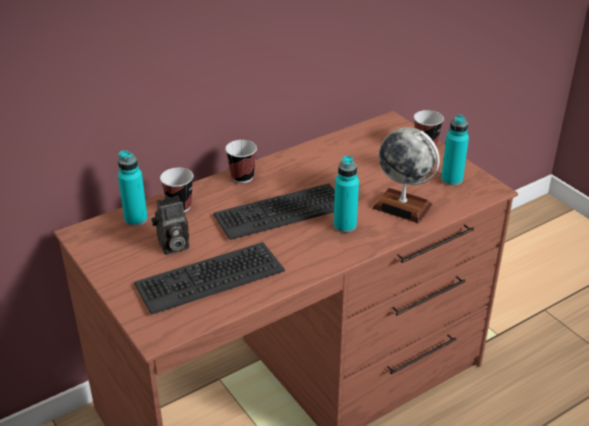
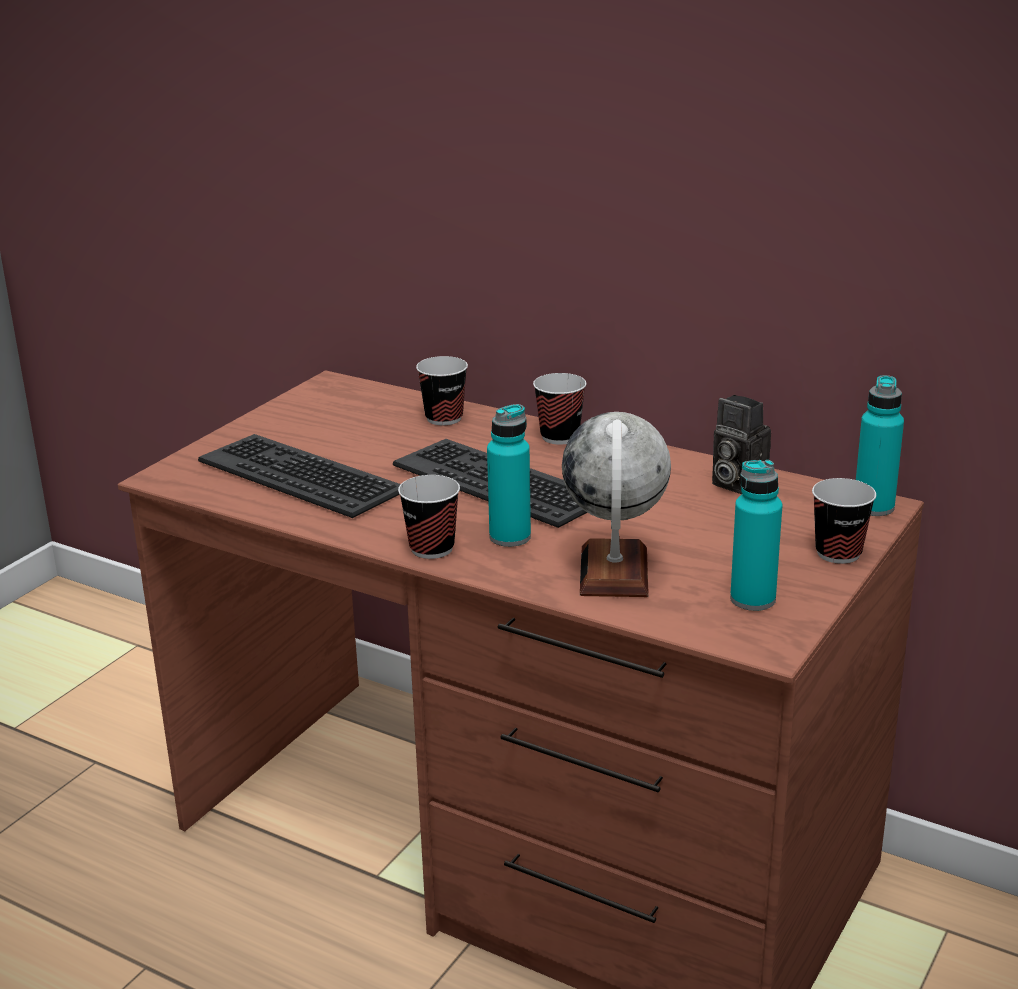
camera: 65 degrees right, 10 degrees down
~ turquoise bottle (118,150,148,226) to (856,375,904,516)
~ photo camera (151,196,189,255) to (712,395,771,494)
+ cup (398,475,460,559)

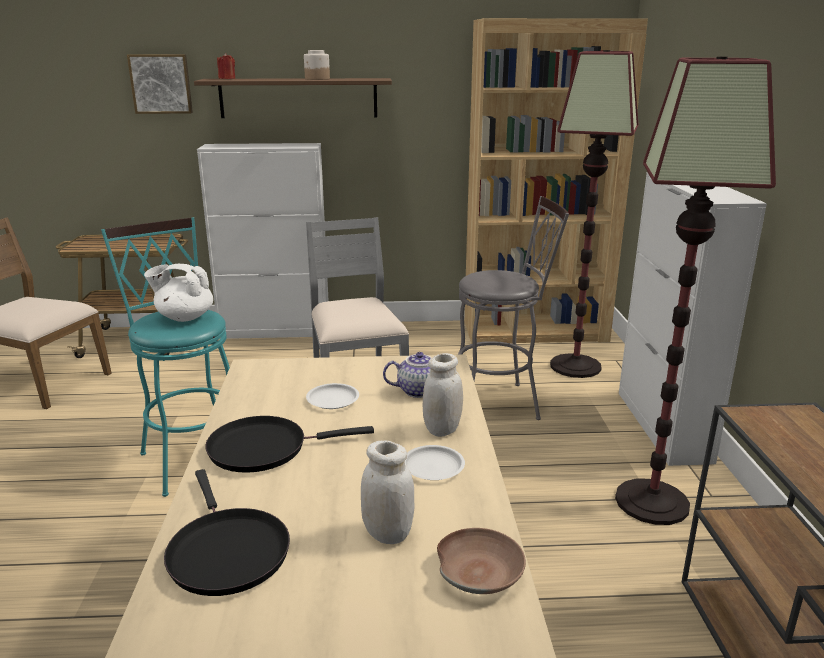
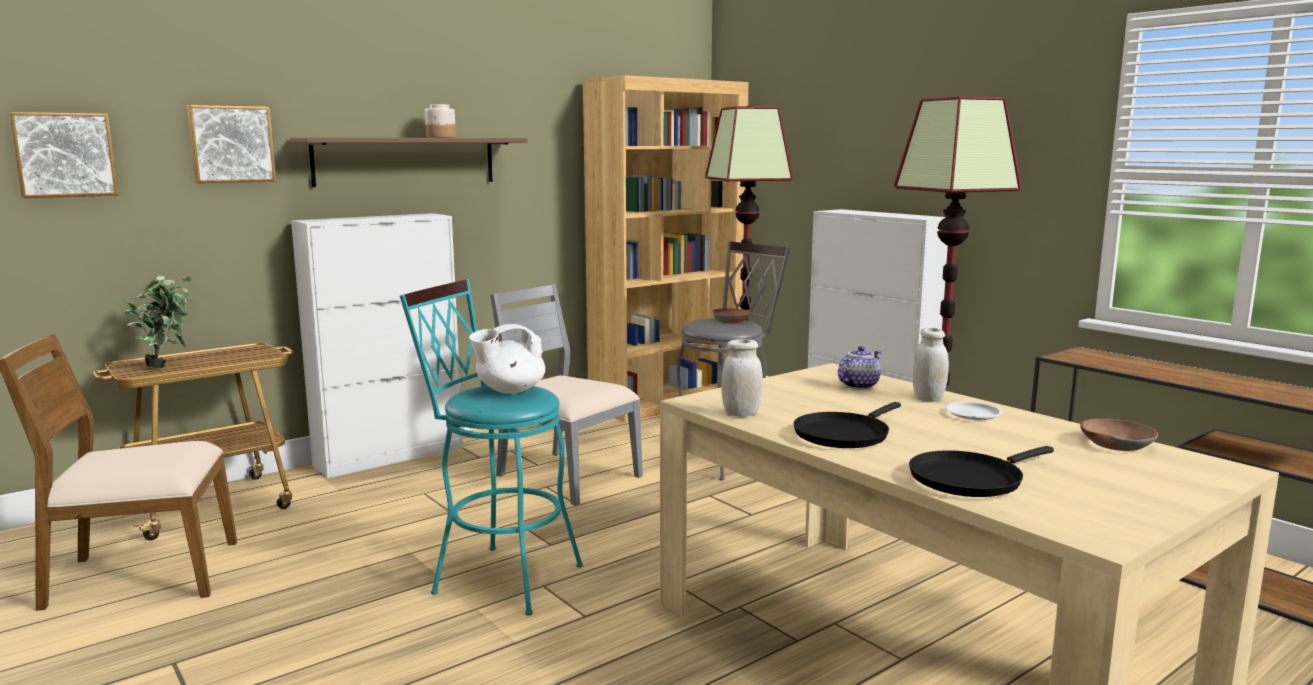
camera: 35 degrees left, 10 degrees down
~ black frying pan (164,469,290,596) = (909,446,1054,497) 120 degrees clockwise
- red candle (217,53,235,79)
- white plate (306,383,359,409)
~ white jar (361,440,414,544) to (721,339,763,417)
+ picture (9,112,118,198)
+ potted plant (124,276,192,368)
+ brown bowl (713,308,751,323)

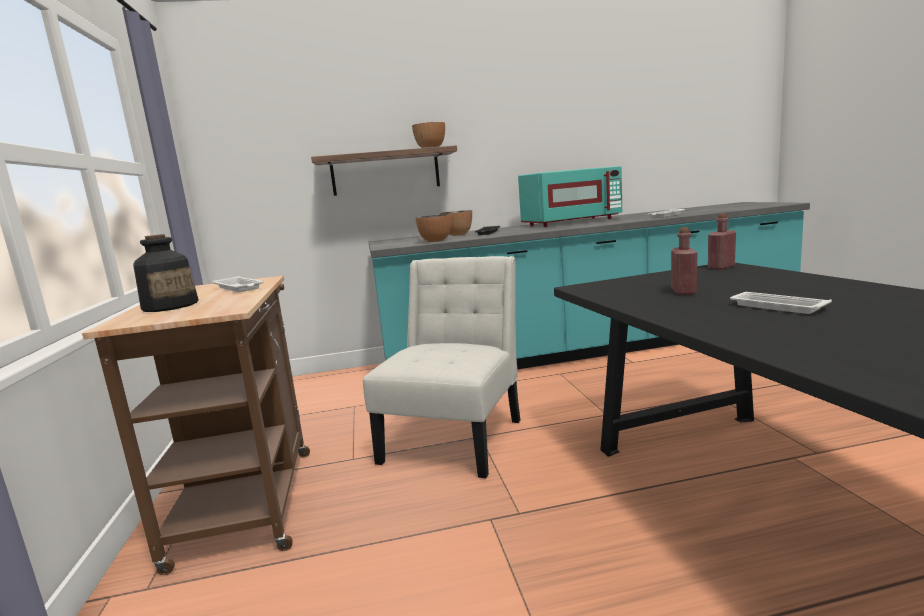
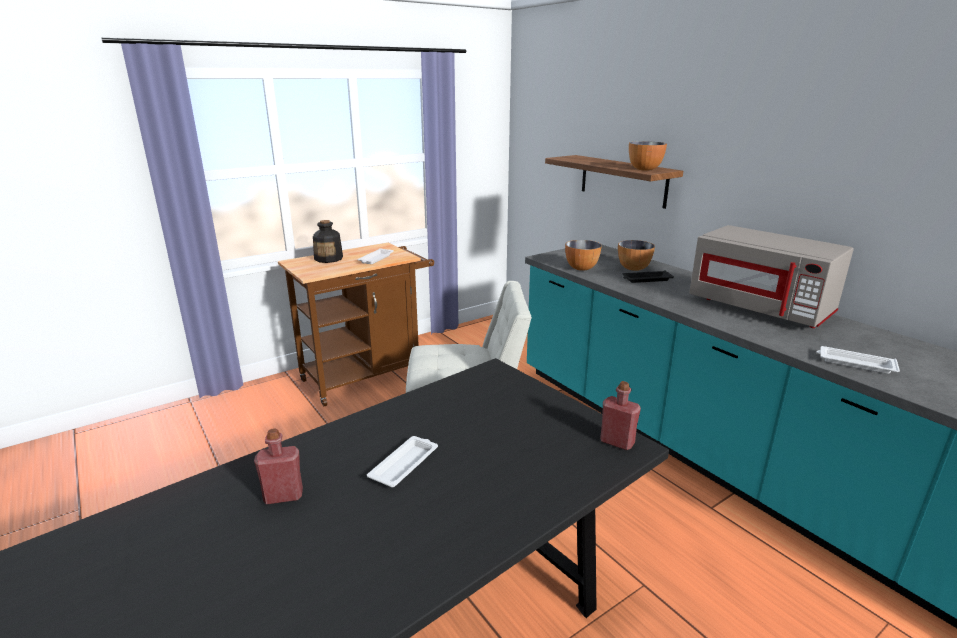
camera: 65 degrees right, 10 degrees up
~ turquoise microwave (518,166,622,227) to grey microwave (689,225,854,328)
~ red bottle (671,227,697,295) to (254,428,303,504)

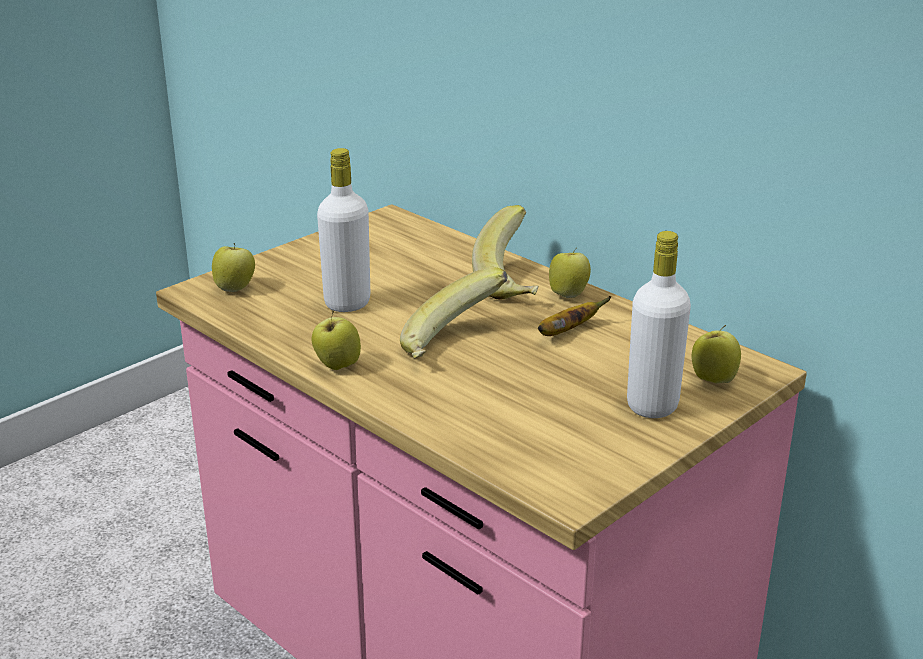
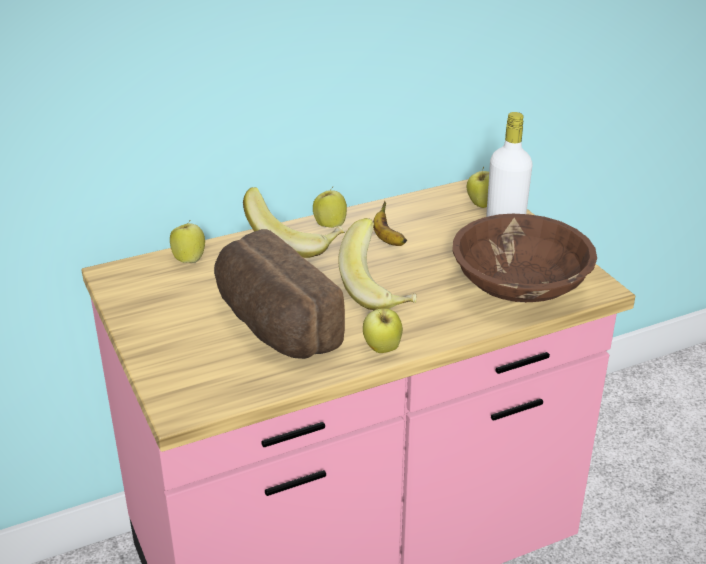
camera: 70 degrees left, 5 degrees up
~ apple (212,243,255,292) to (170,220,205,263)
~ white bottle (317,148,370,312) to bread (214,229,345,359)
+ brown bowl (452,214,597,303)

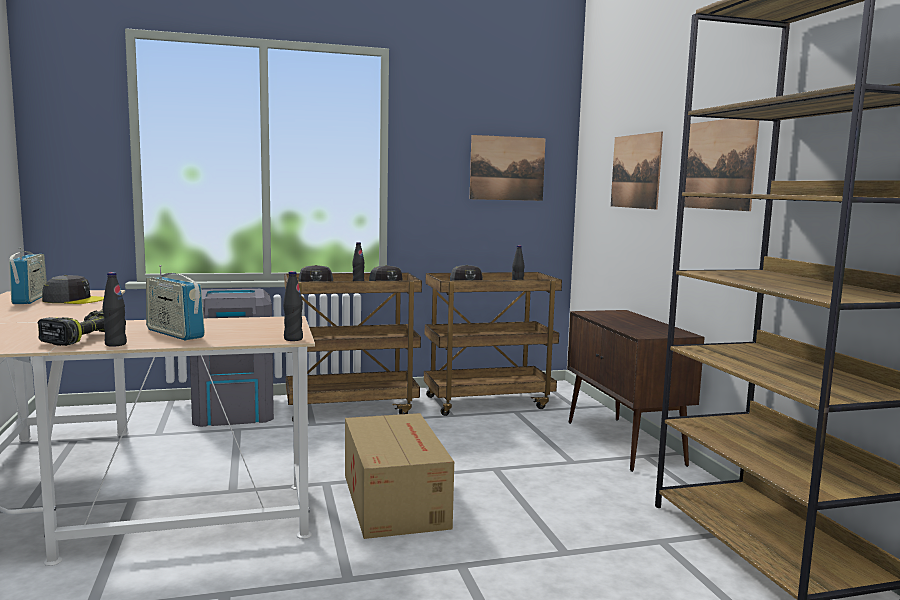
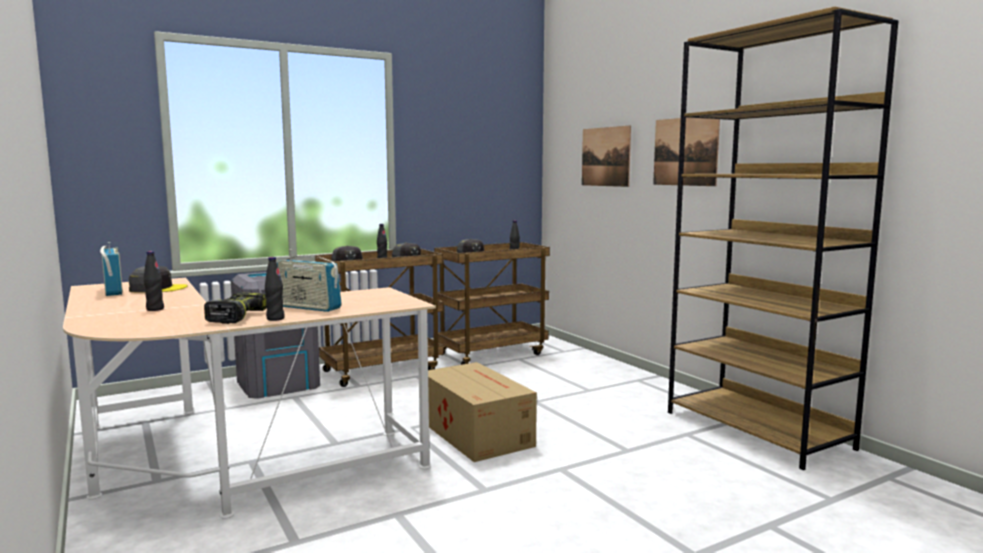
camera: 15 degrees left, 0 degrees up
~ black bottle (283,271,303,341) to (144,251,164,311)
- picture (470,135,546,201)
- brown cabinet (567,310,705,472)

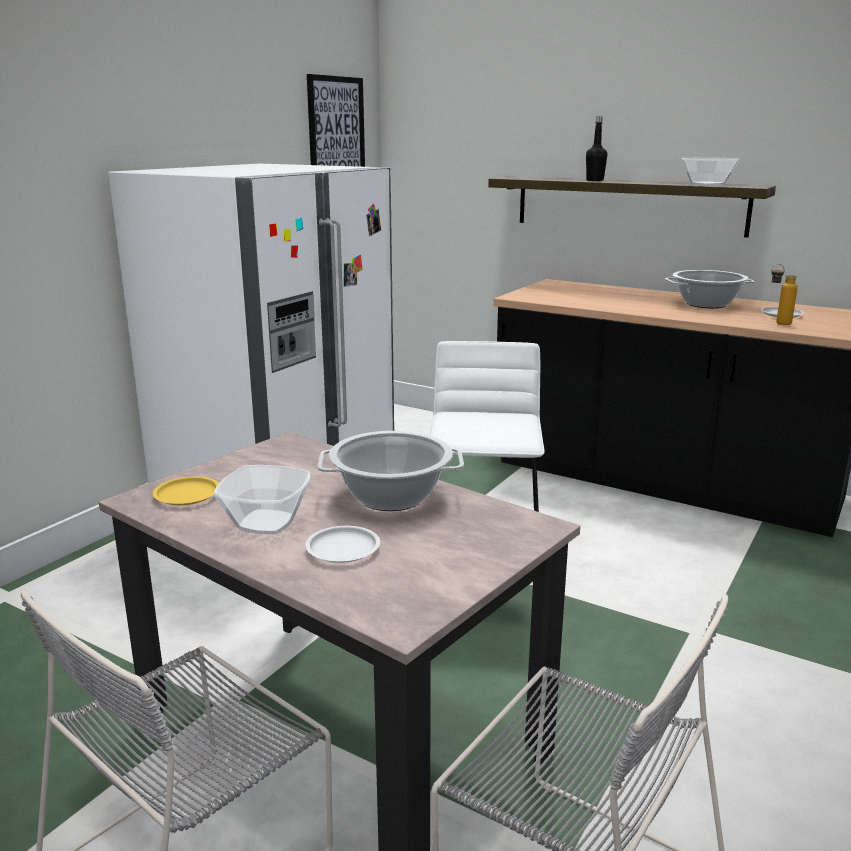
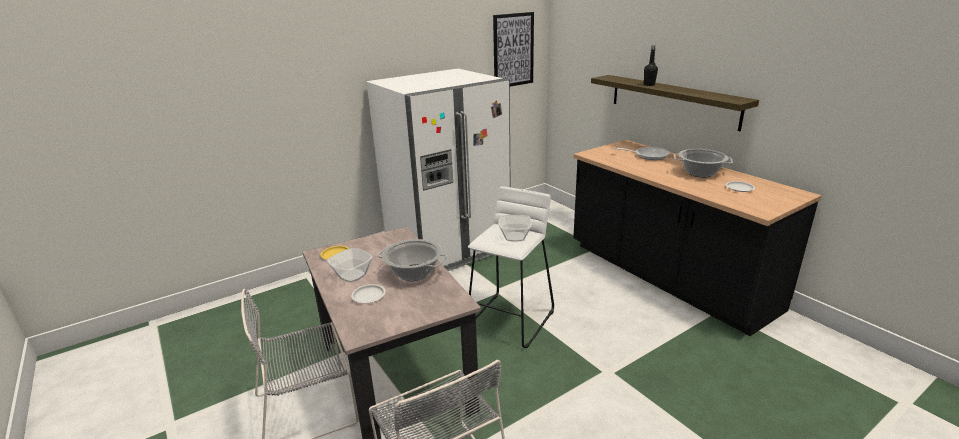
camera: 25 degrees right, 5 degrees up
~ bowl (682,157,740,185) to (498,215,532,242)
- bottle (771,264,798,325)
+ frying pan (613,147,670,160)

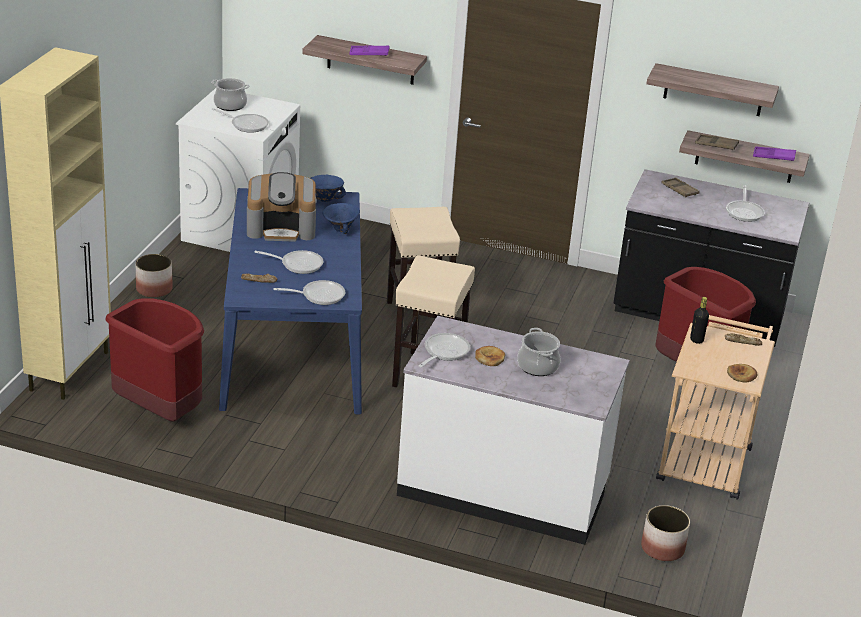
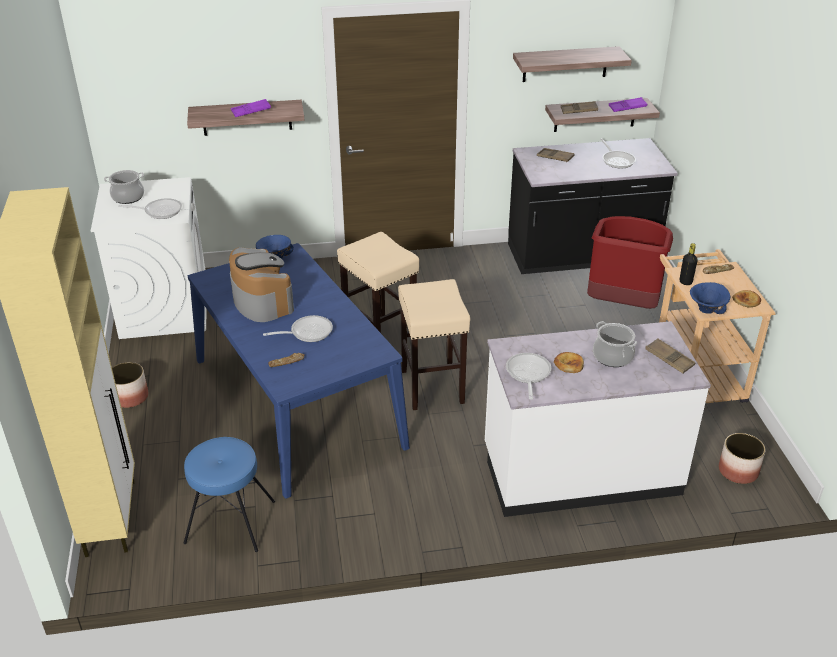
camera: 25 degrees left, 5 degrees up
~ red trash can (105,298,204,421) to blue stool (183,437,275,552)
~ coffee machine (247,172,316,242) = (229,247,294,322) 90 degrees counterclockwise
- frying pan (273,280,345,305)
~ blue bowl (322,203,360,234) to (690,282,730,314)
+ brown tray (645,338,695,373)

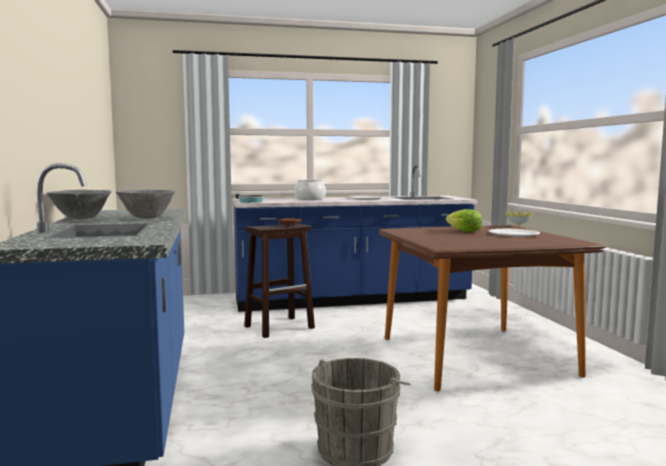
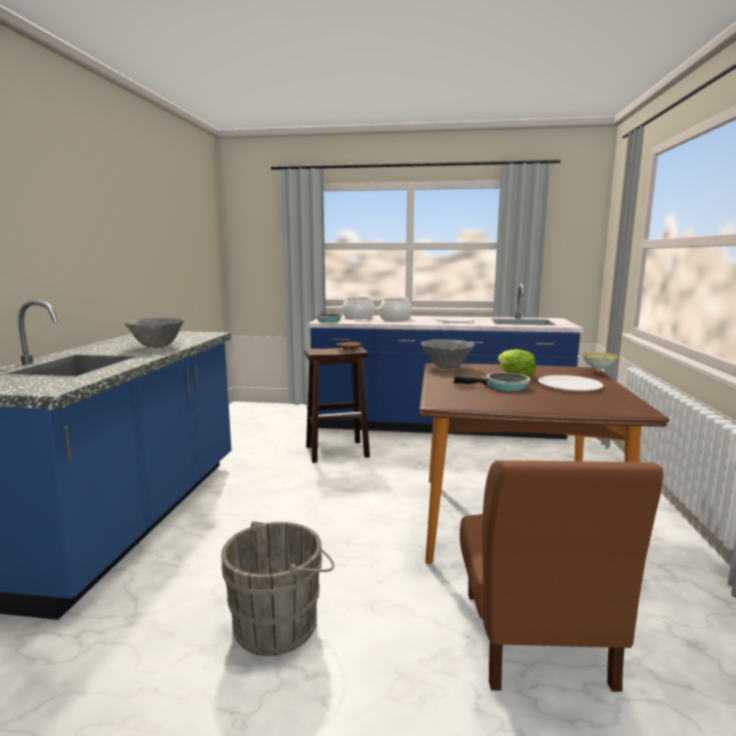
camera: 20 degrees right, 5 degrees up
~ grey bowl (46,190,111,219) to (421,339,475,369)
+ cooking pot (342,297,375,319)
+ frying pan (454,373,530,391)
+ brown chair (460,460,664,692)

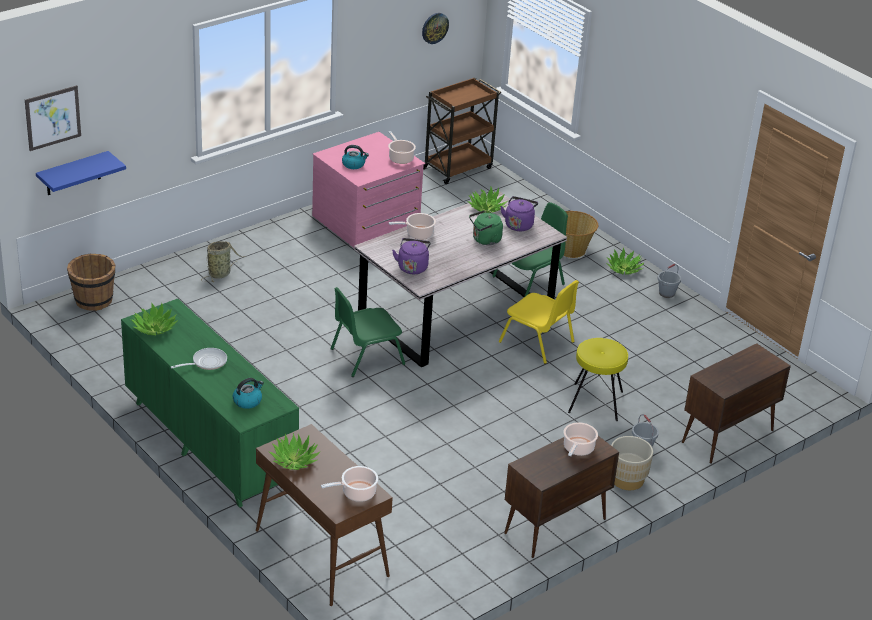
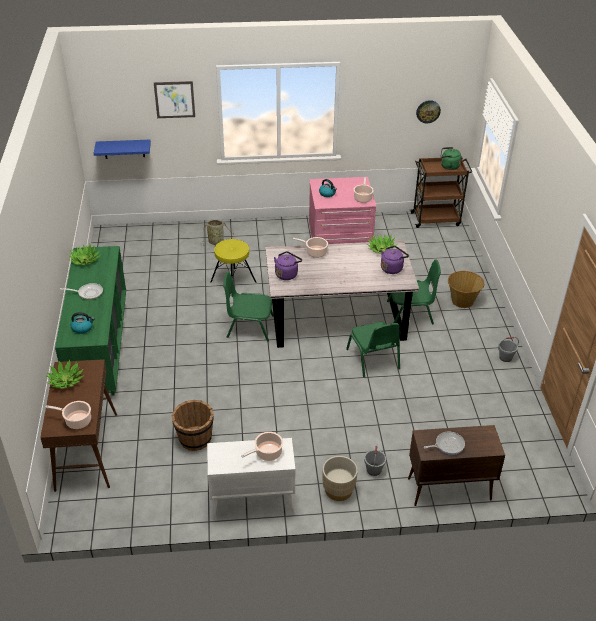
camera: 35 degrees right, 5 degrees up
~ picture (25,85,81,151) to (154,81,195,118)
~ brown bucket (67,254,115,311) to (172,400,214,451)
~ green kettle (469,210,503,245) to (441,147,461,170)
~ yellow chair (499,280,579,364) to green chair (346,322,400,377)
~ brown cabinet (504,436,619,558) to white cabinet (207,438,295,520)
~ yellow stool (568,338,628,421) to (210,239,256,297)
- potted plant (606,247,645,275)
+ frying pan (424,432,465,455)

